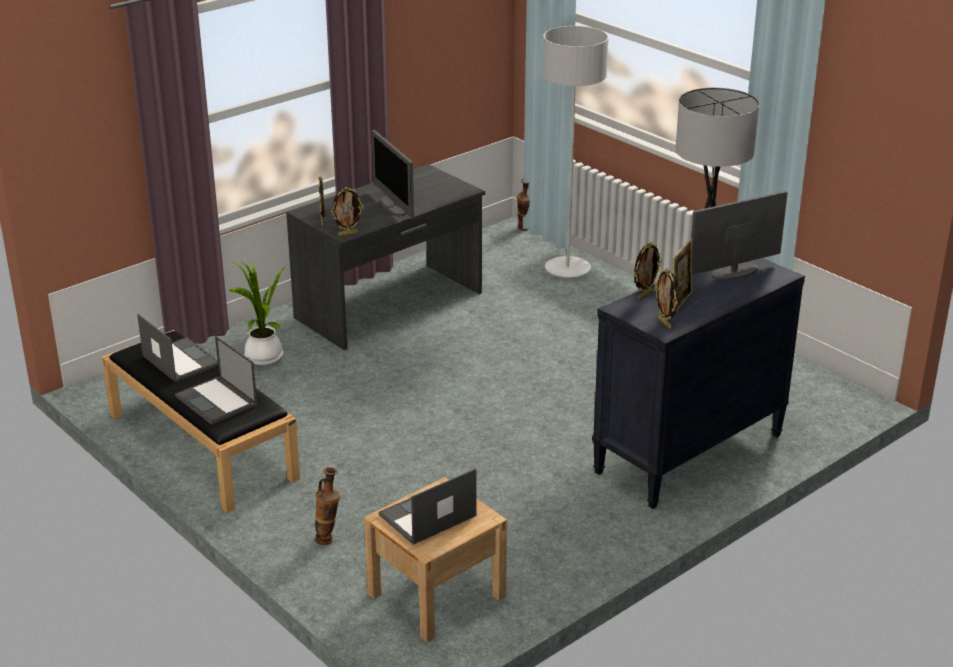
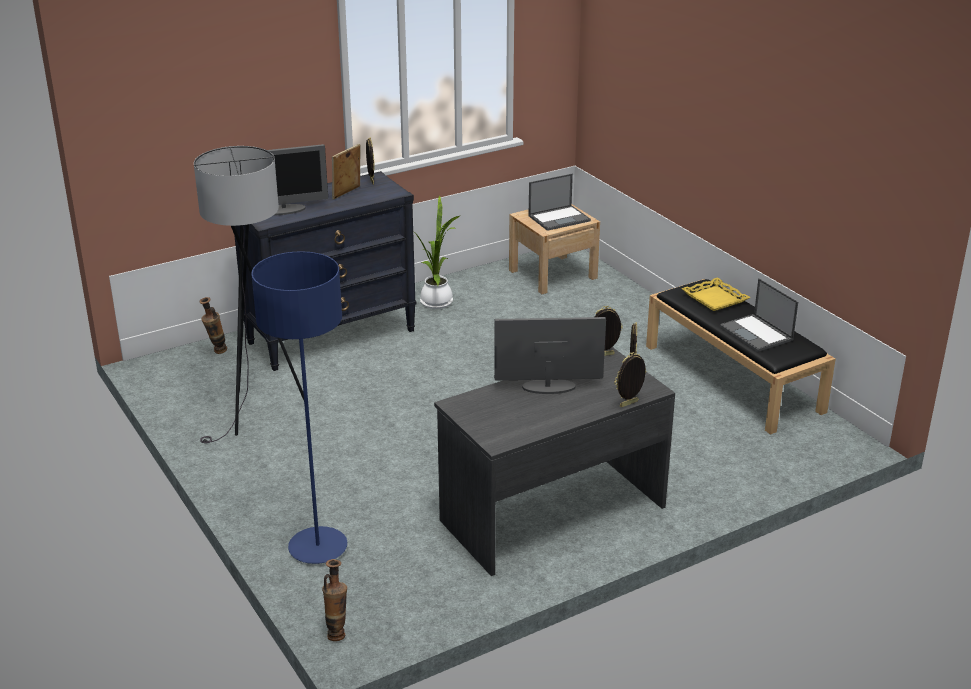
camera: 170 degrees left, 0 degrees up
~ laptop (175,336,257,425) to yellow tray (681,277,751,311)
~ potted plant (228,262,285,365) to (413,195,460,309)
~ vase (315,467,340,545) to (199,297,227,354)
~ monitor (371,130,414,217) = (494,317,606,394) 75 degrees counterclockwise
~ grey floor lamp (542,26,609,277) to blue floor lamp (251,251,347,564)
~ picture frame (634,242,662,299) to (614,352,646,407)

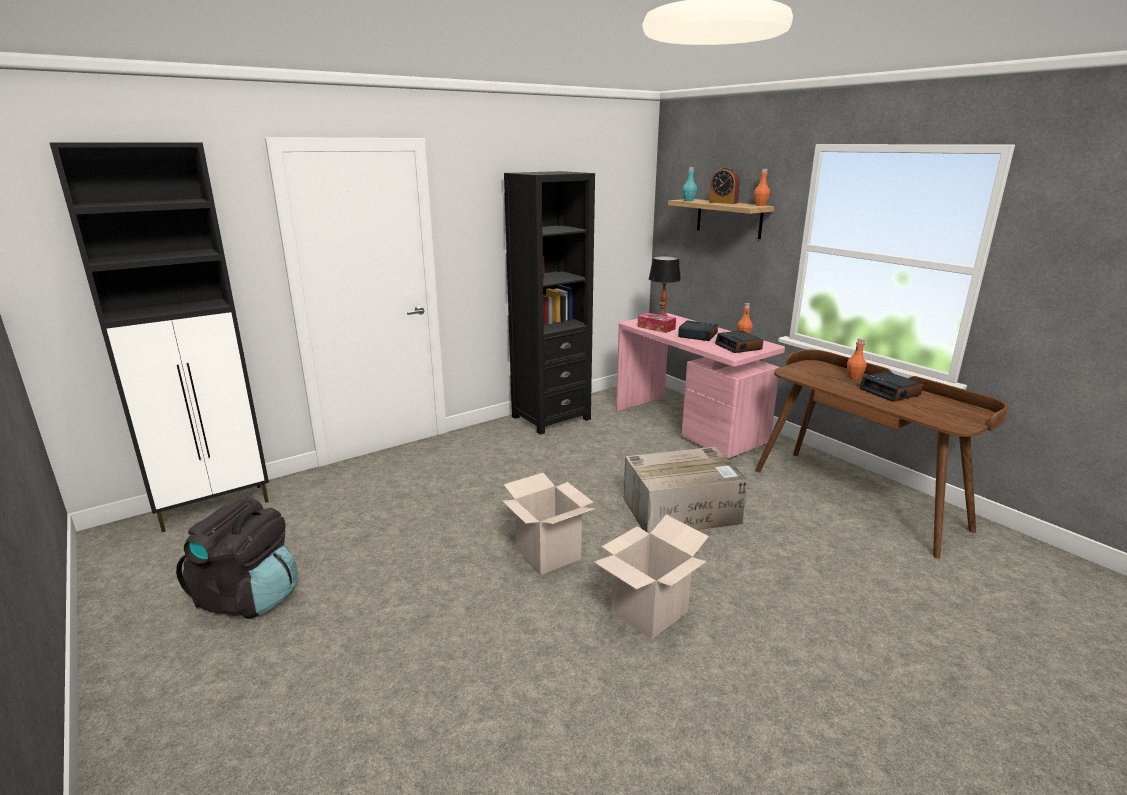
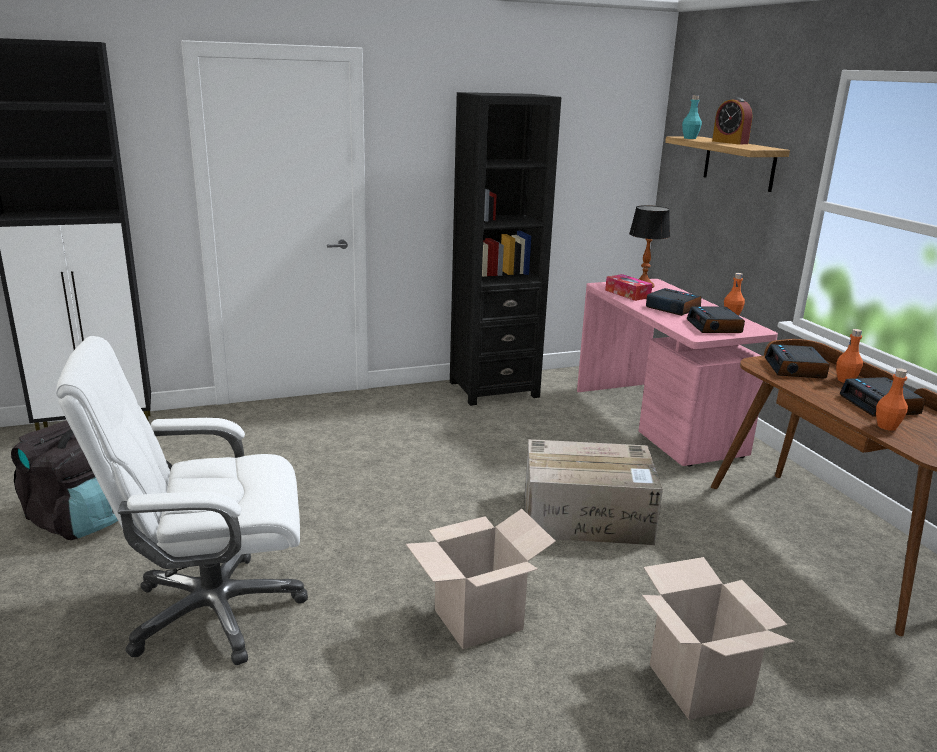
camera: 15 degrees right, 0 degrees up
~ cardboard box (502,473,595,575) to (642,557,795,720)
~ orange bottle (754,169,770,206) to (876,368,908,431)
+ white office chair (56,336,308,665)
+ alarm clock (765,344,830,379)

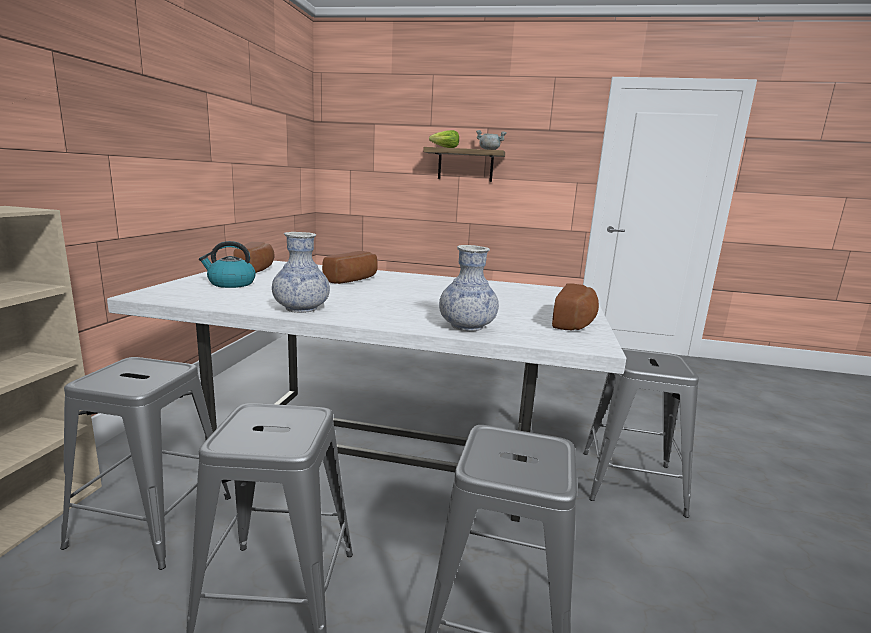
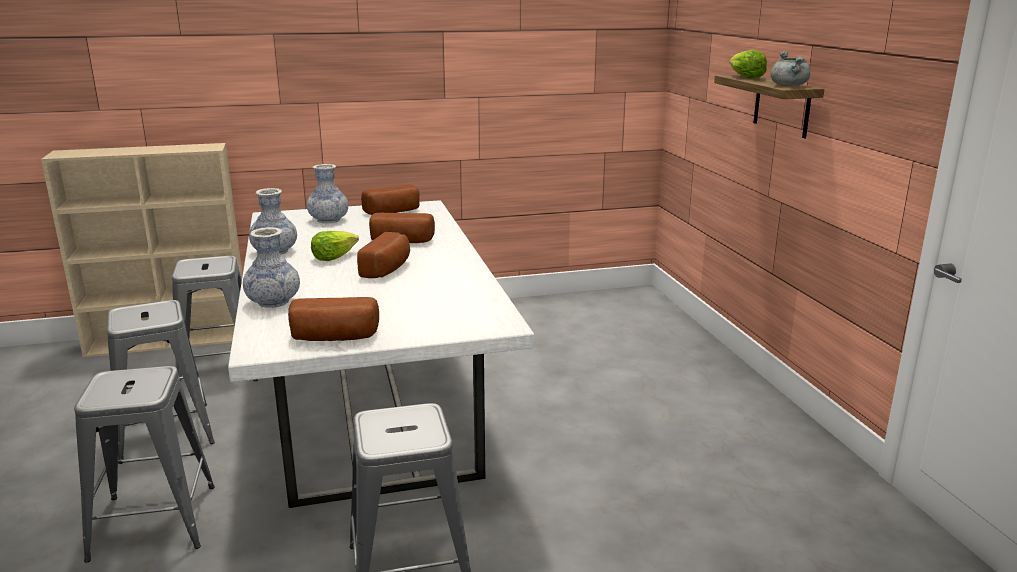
camera: 65 degrees right, 5 degrees up
~ kettle (199,241,256,288) to vase (307,164,348,223)
+ lettuce (311,231,359,261)
+ bread (357,232,410,278)

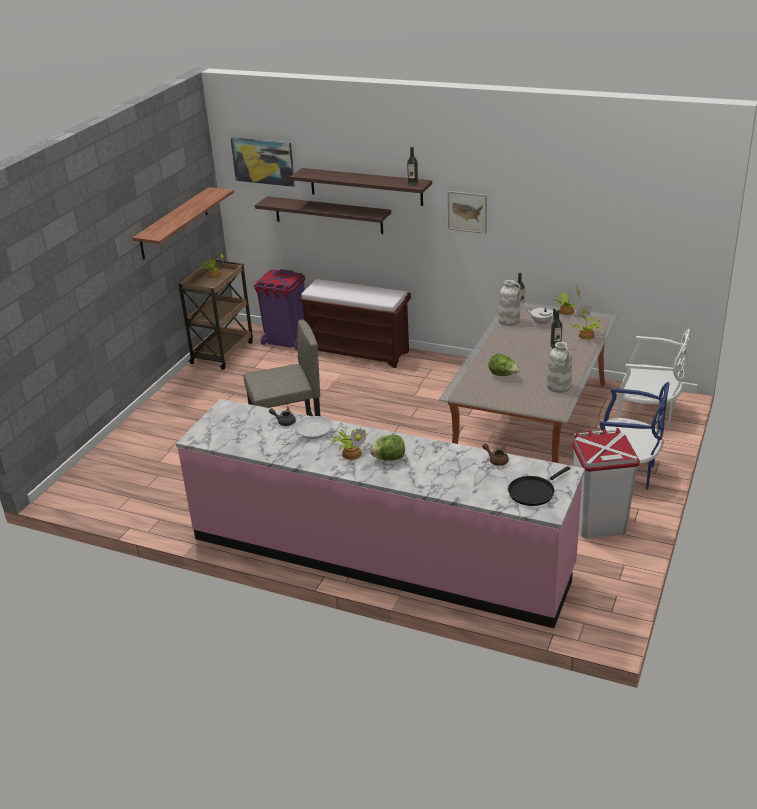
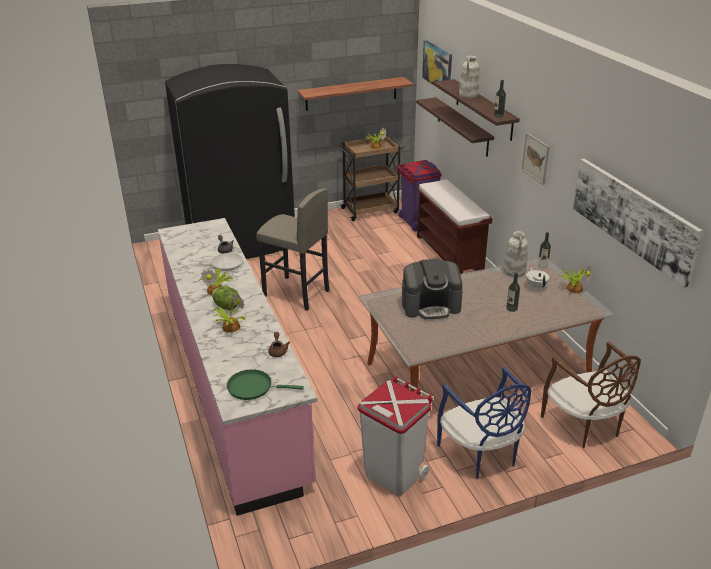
camera: 45 degrees right, 0 degrees up
~ lettuce (488,353,520,376) to coffee machine (402,259,463,319)
~ black frying pan (508,466,571,506) to green frying pan (227,369,304,400)
~ white vase (547,342,572,393) to (459,56,479,98)
~ potted plant (572,304,601,340) to (212,293,246,333)
~ white chair (617,329,690,429) to brown chair (541,342,641,448)
+ black fridge (165,64,295,259)
+ picture (573,159,703,288)

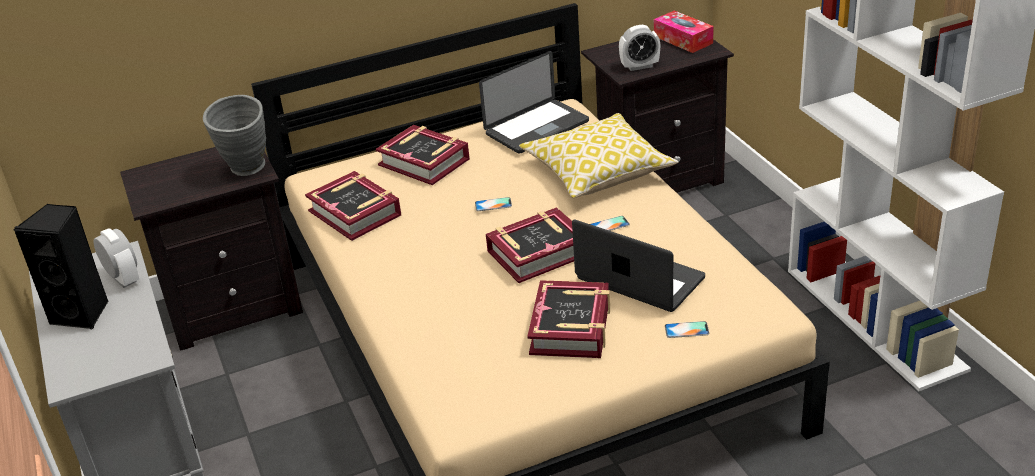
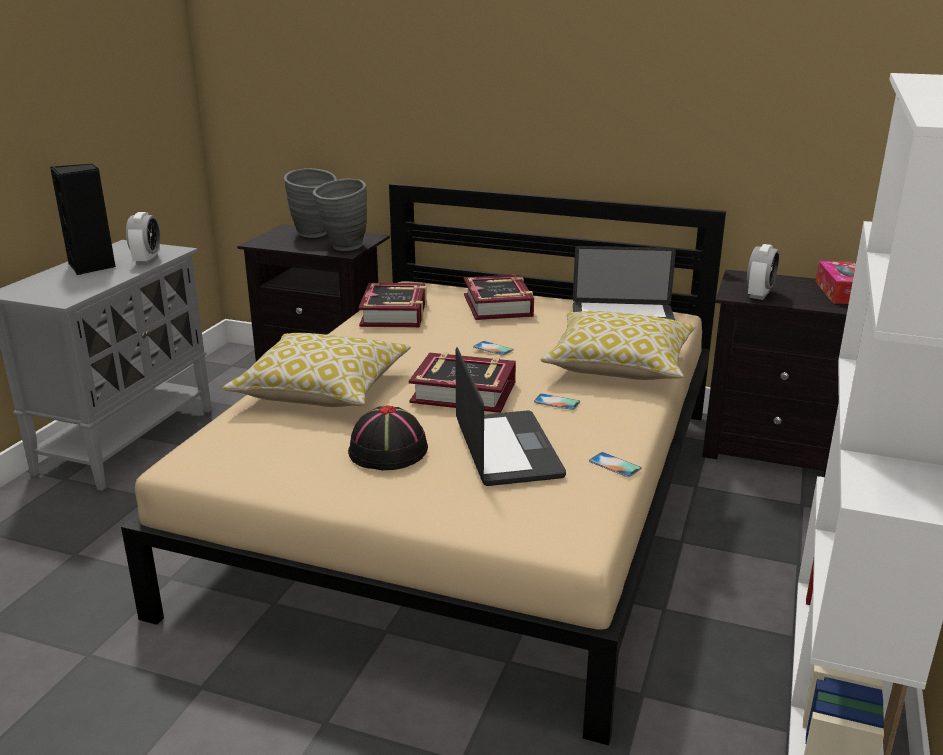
camera: 40 degrees right, 10 degrees down
~ book (527,280,610,358) to black hat (348,406,428,470)
~ alarm clock (619,25,660,71) = (747,244,779,300) 90 degrees counterclockwise
~ phone (665,321,709,338) to (589,452,642,477)
+ pillow (223,333,411,407)
+ grey vase (284,168,337,238)

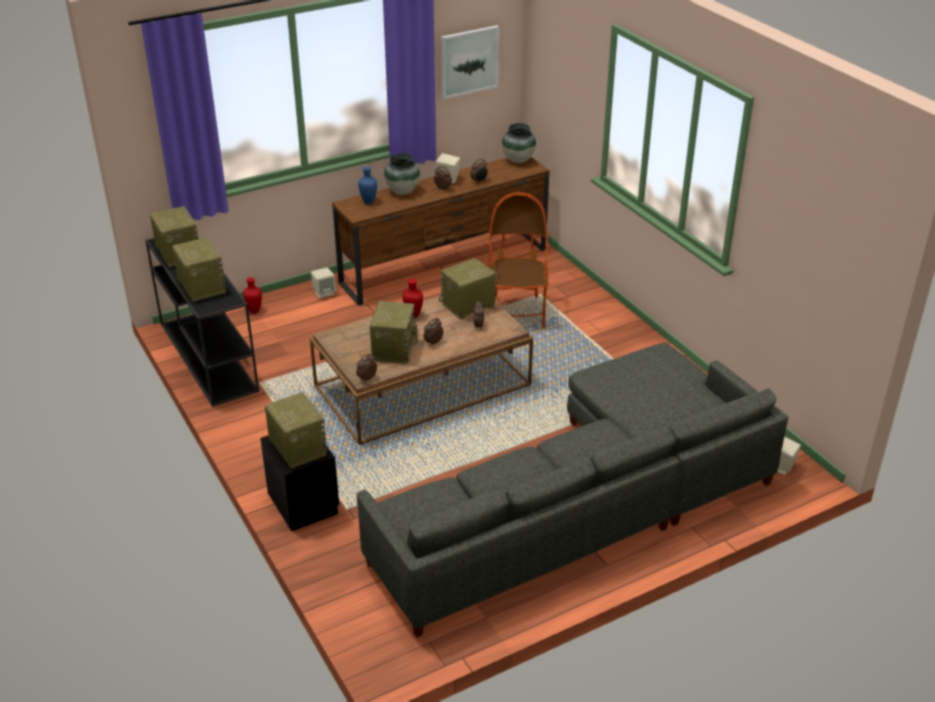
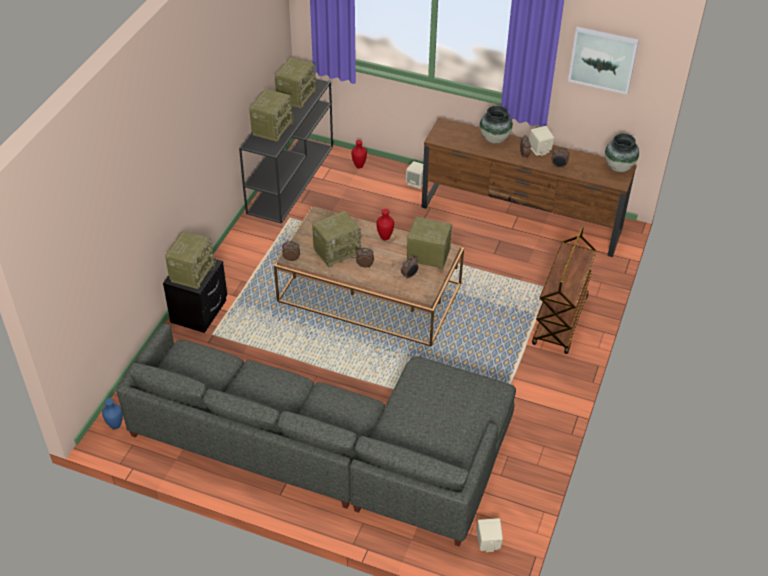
camera: 50 degrees right, 10 degrees up
~ blue vase (358,166,377,204) to (102,398,123,429)
- armchair (489,192,549,329)
+ brown cart (532,226,596,354)

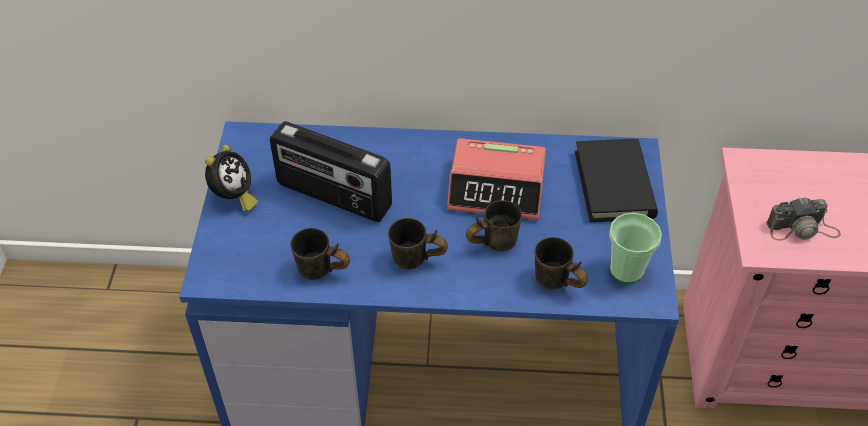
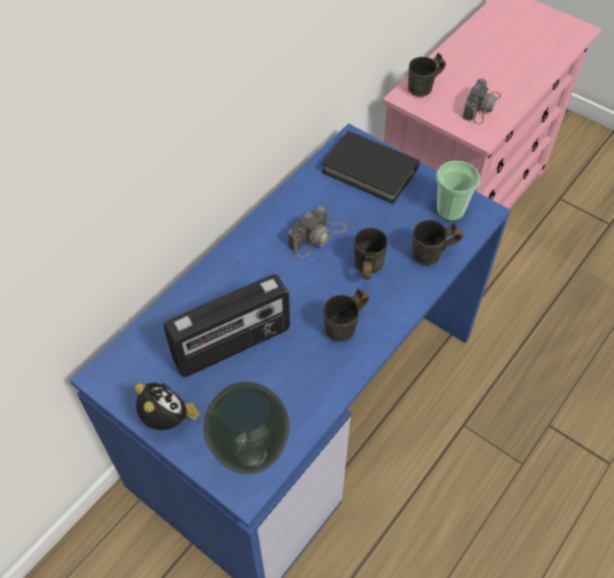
camera: 55 degrees left, 5 degrees up
~ grey mug (290,228,350,280) to (408,53,446,97)
~ alarm clock (447,138,546,220) to photo camera (288,206,347,258)
+ vase (203,382,290,475)

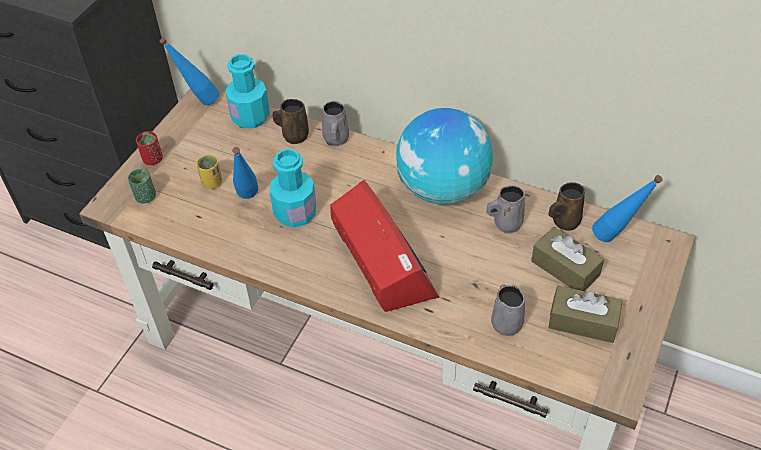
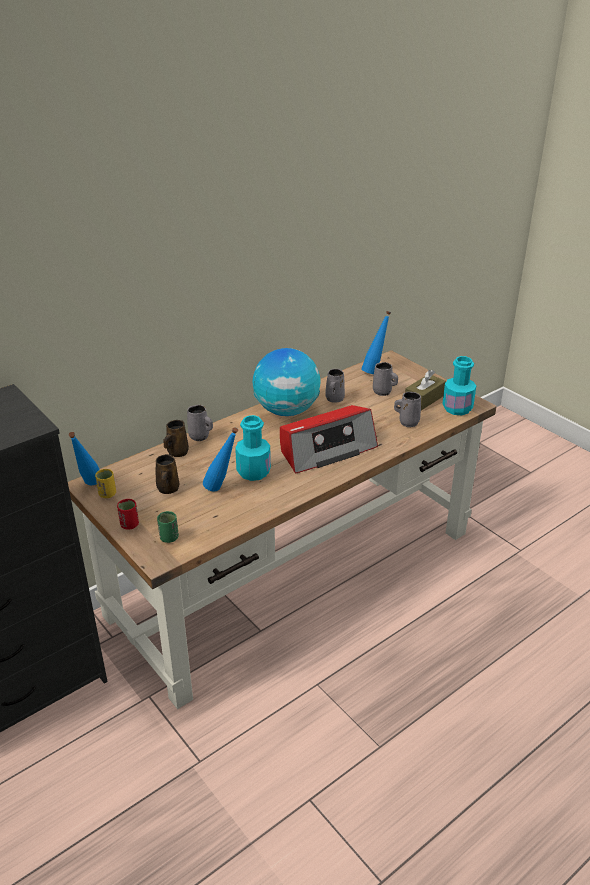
camera: 65 degrees left, 15 degrees down
~ yellow cup (197,155,223,189) to (95,469,116,498)
~ turquoise bottle (225,54,270,128) to (442,356,476,415)
~ radio (330,180,439,312) = (280,405,378,474) 150 degrees clockwise
~ brown tissue box (531,227,604,291) to grey mug (373,362,398,396)
~ brown mug (548,182,585,231) to (156,454,179,494)

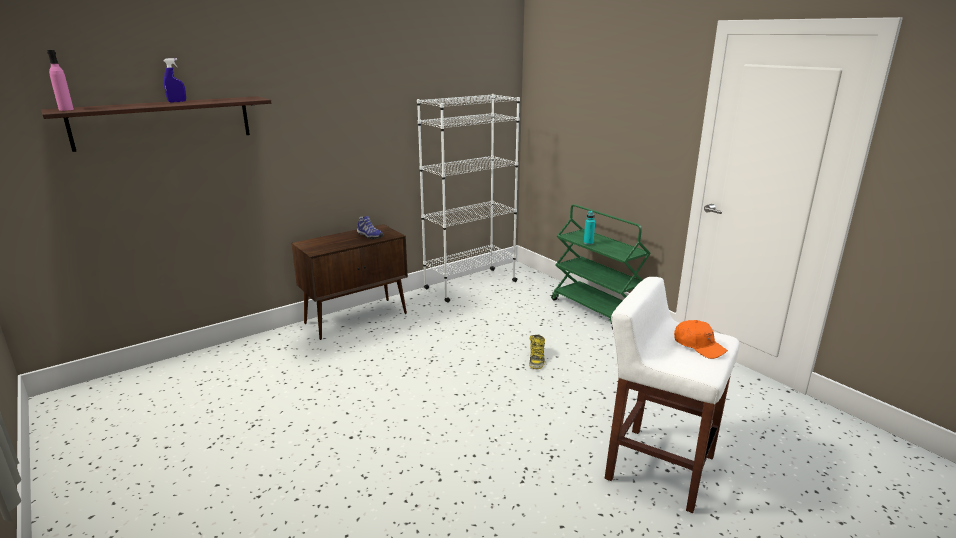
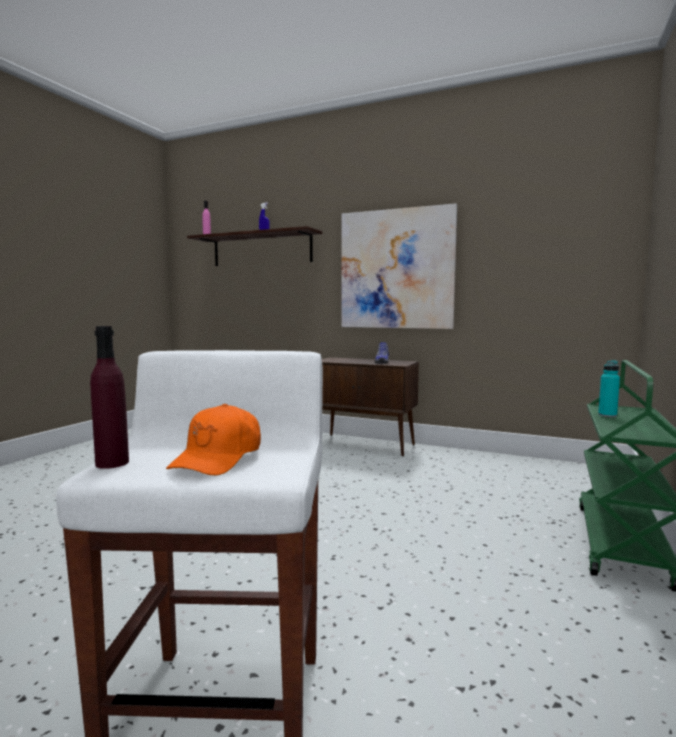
camera: 60 degrees right, 15 degrees down
- white bookcase (417,94,520,303)
- boot (529,335,545,369)
+ purple bottle (90,326,129,469)
+ picture (342,203,457,329)

